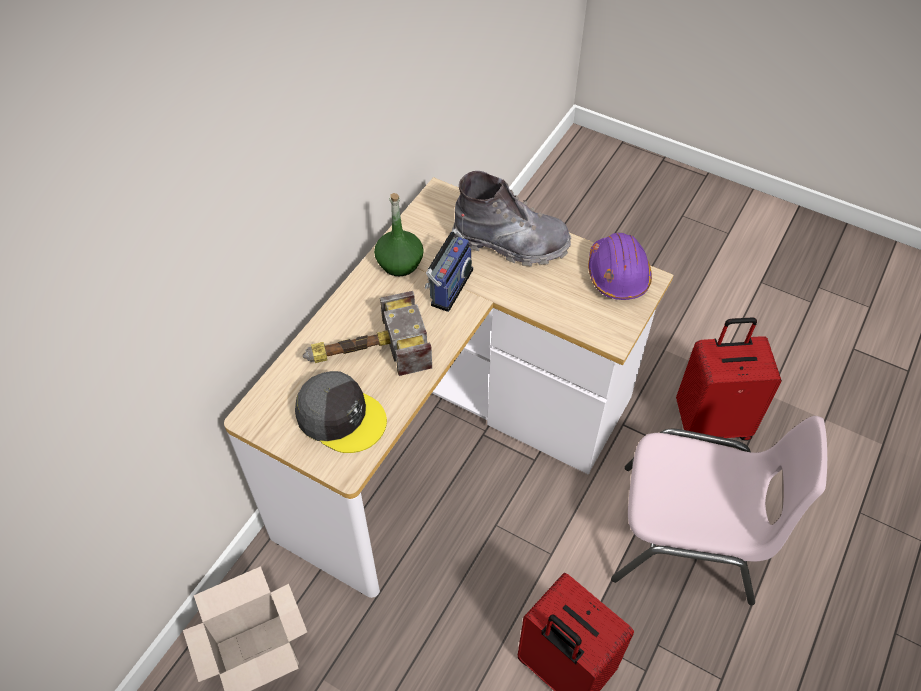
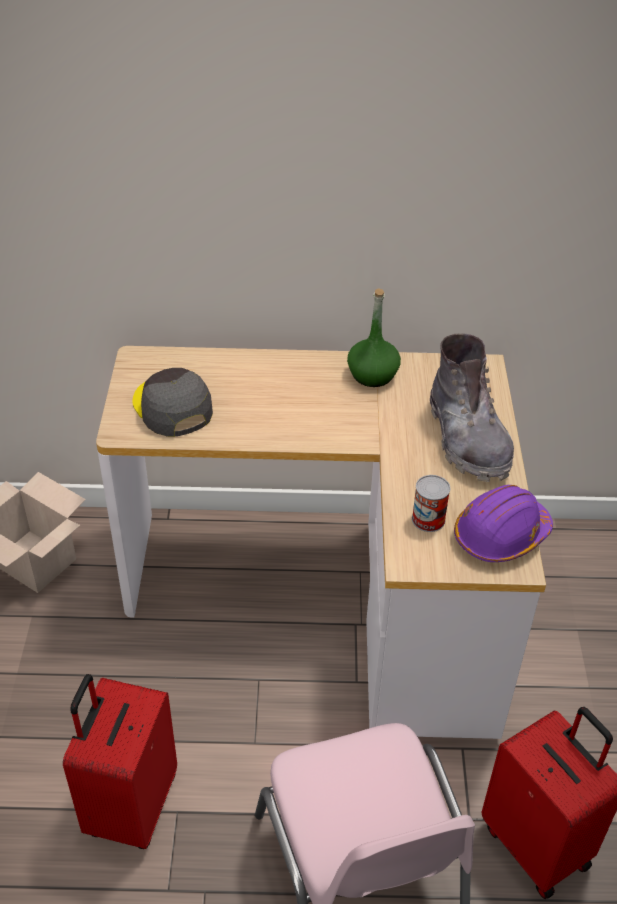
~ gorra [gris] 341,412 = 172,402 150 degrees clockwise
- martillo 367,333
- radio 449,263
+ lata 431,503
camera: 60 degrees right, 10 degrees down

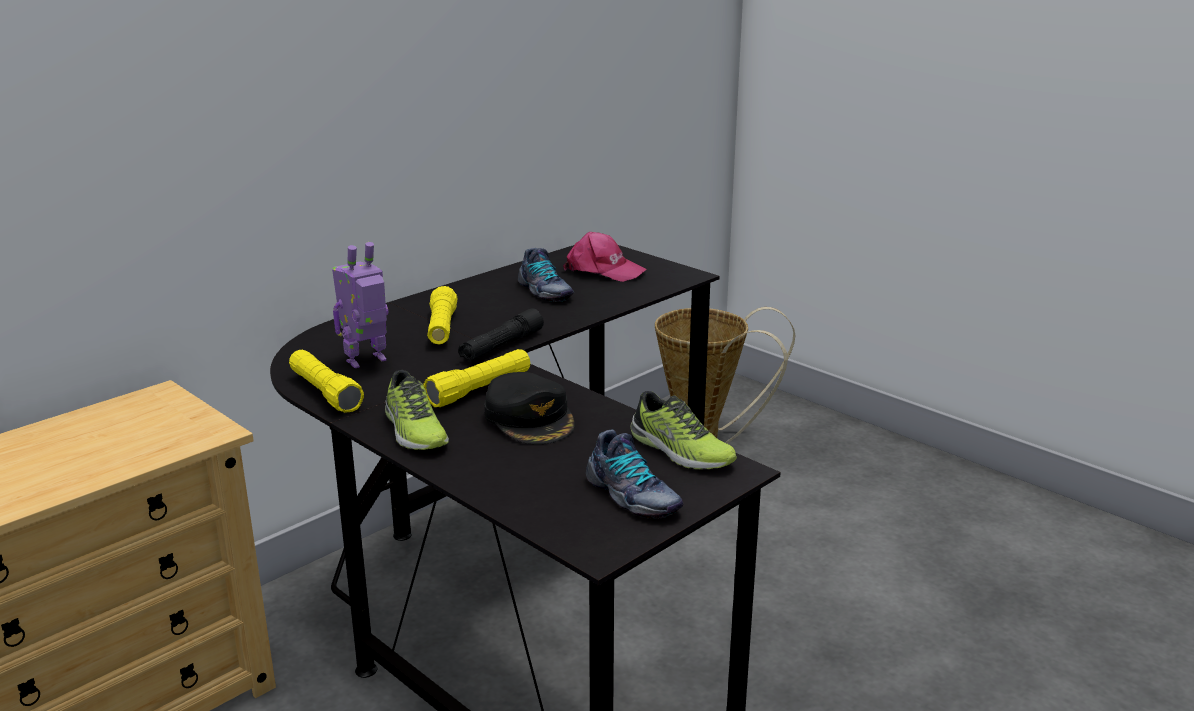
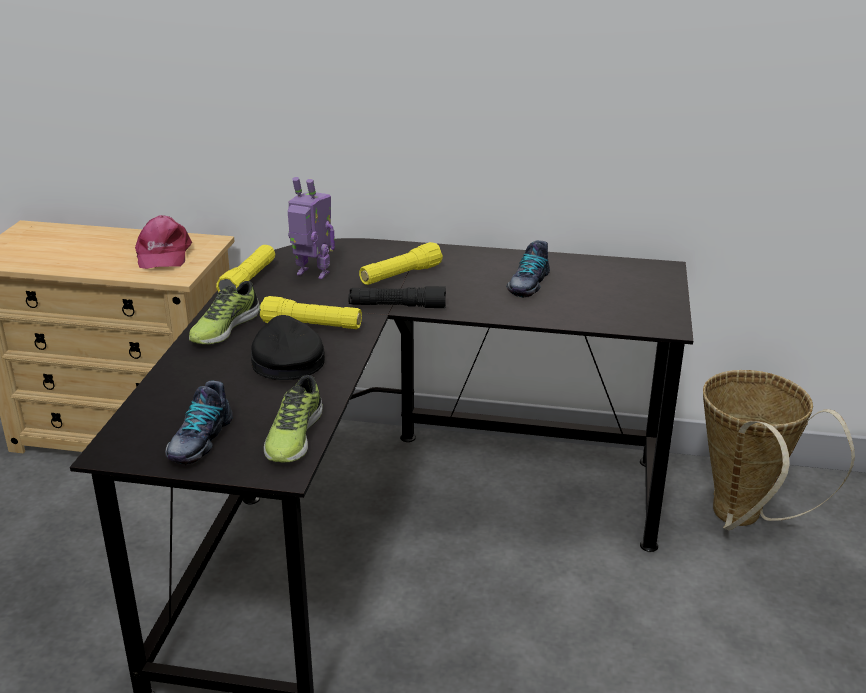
~ gorra [negro] 529,408 = 288,347 135 degrees clockwise
~ gorra [rosa] 605,257 to 163,242
camera: 55 degrees right, 5 degrees up

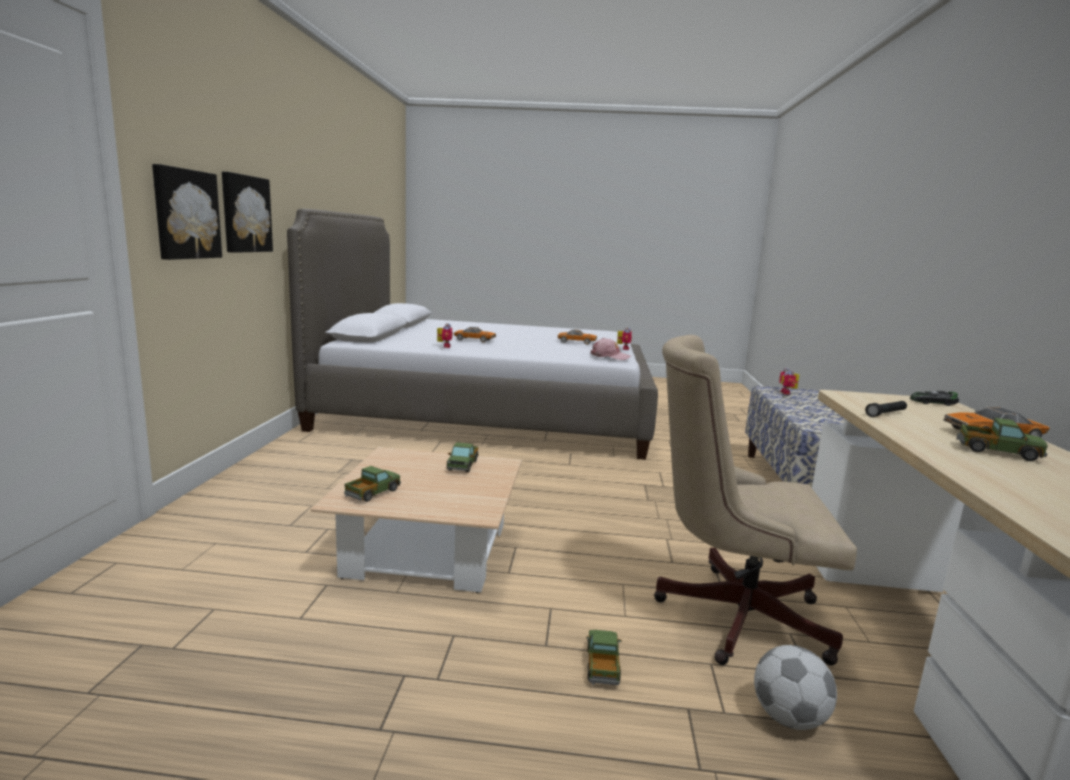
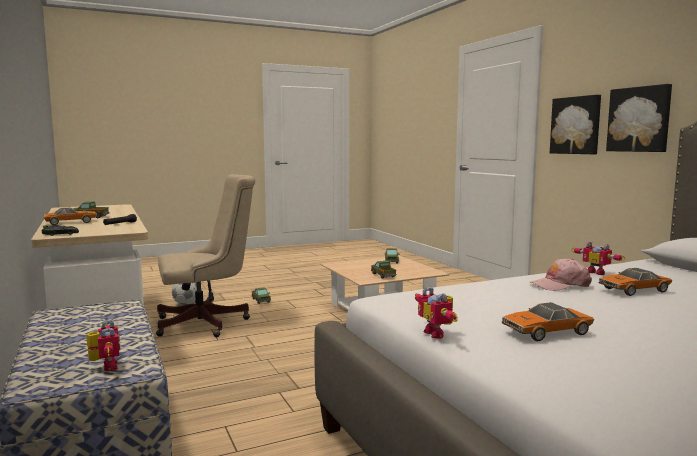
~ gorra [rosa] 611,349 to 561,274
camera: 150 degrees right, 5 degrees down

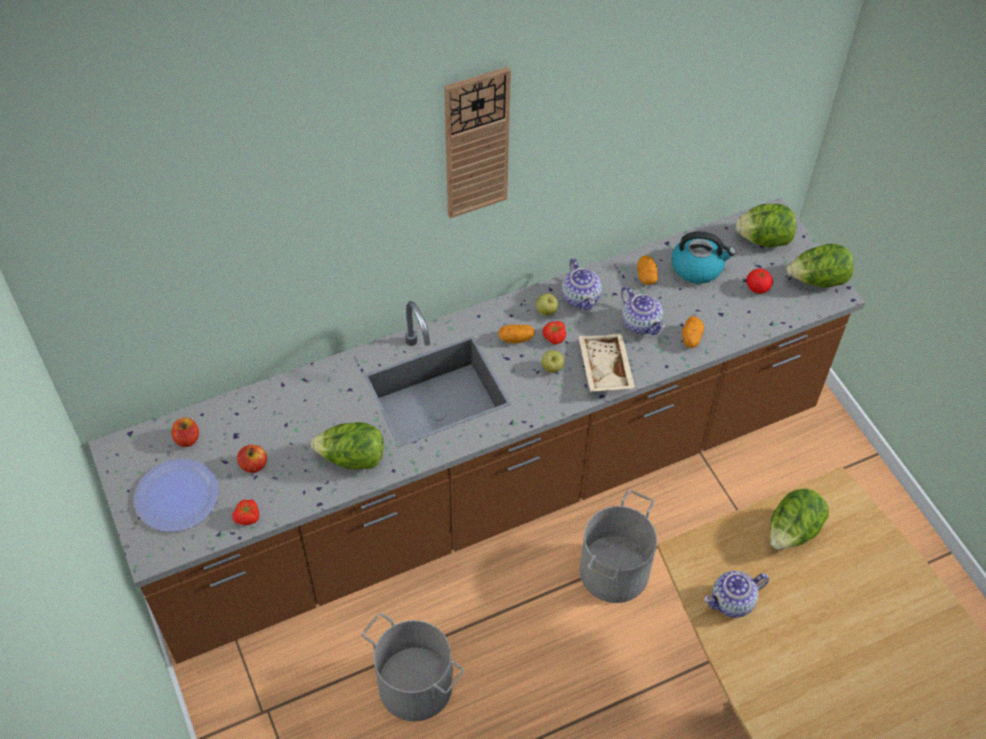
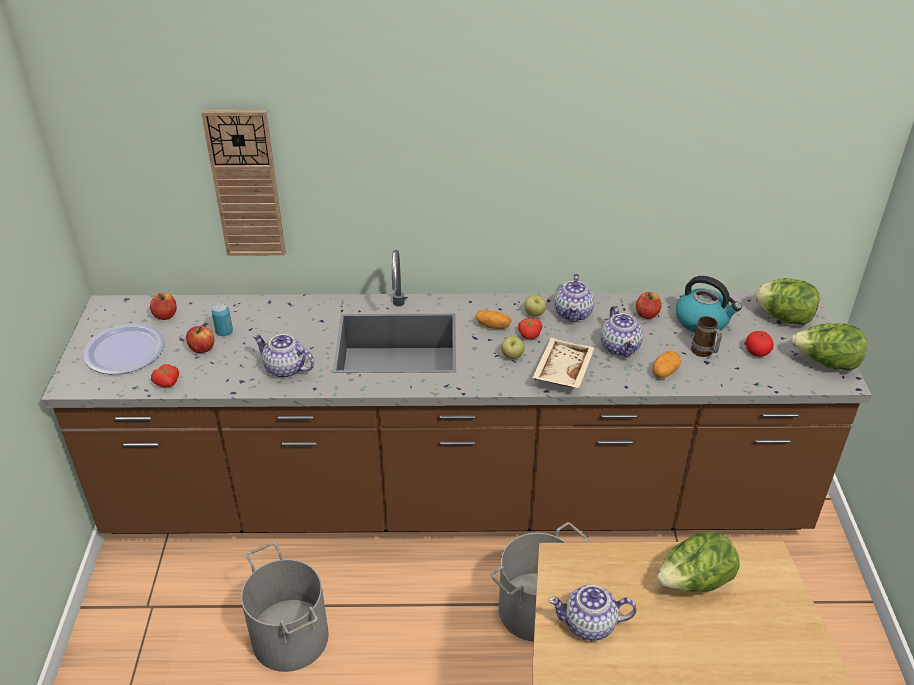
~ lechuga 347,445 to tetera 283,356
~ reloj de pared 477,142 to 243,183
~ patata 647,270 to manzana 648,305
+ lata 222,319
+ taza grande 706,336
camera: 25 degrees right, 15 degrees down

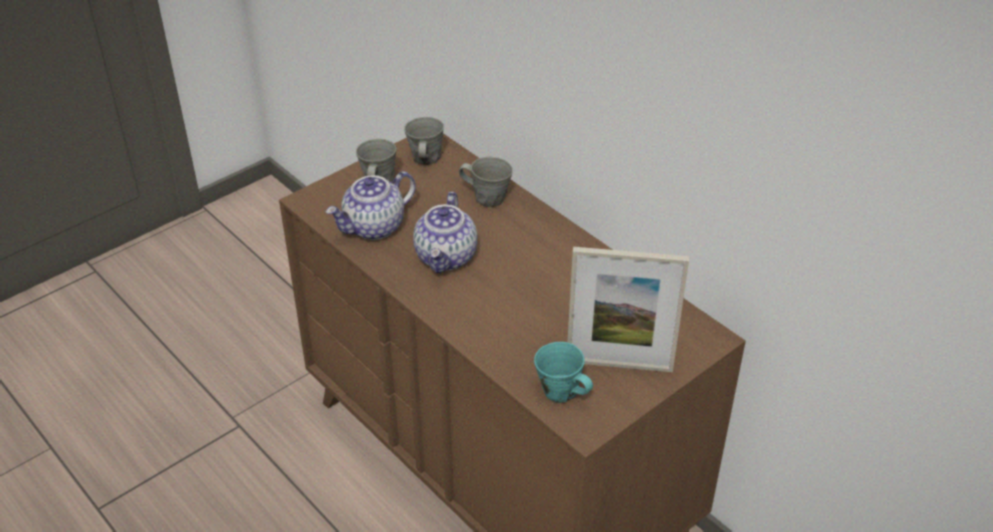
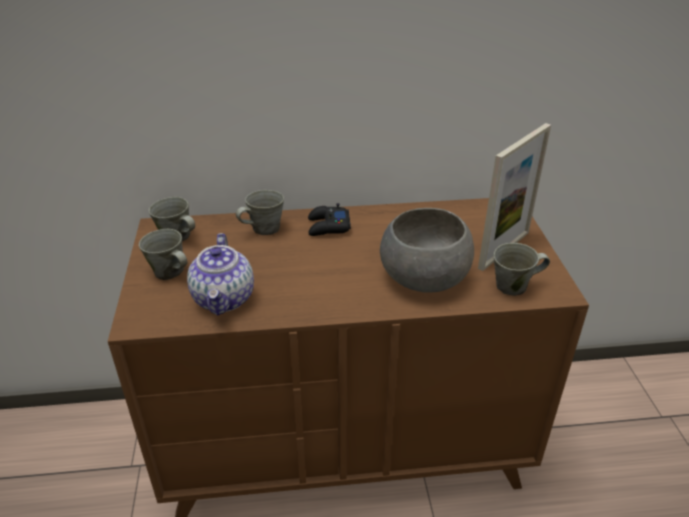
- tetera 445,232
~ taza grande [turquesa] 563,372 to taza grande [gris] 521,269
+ mando de consola [negro] 329,219
+ cuenco [gris] 427,250
camera: 55 degrees left, 5 degrees down

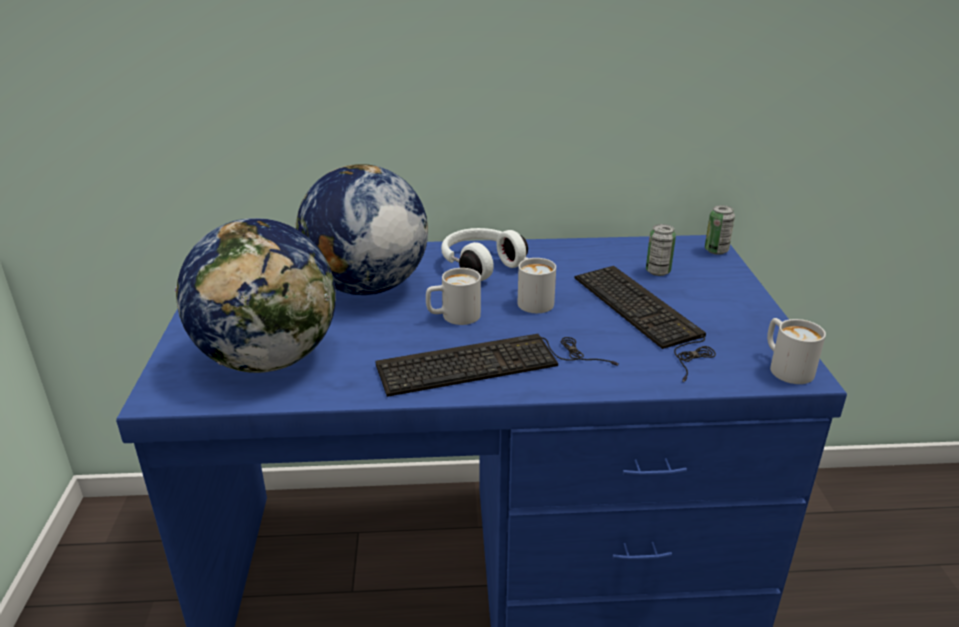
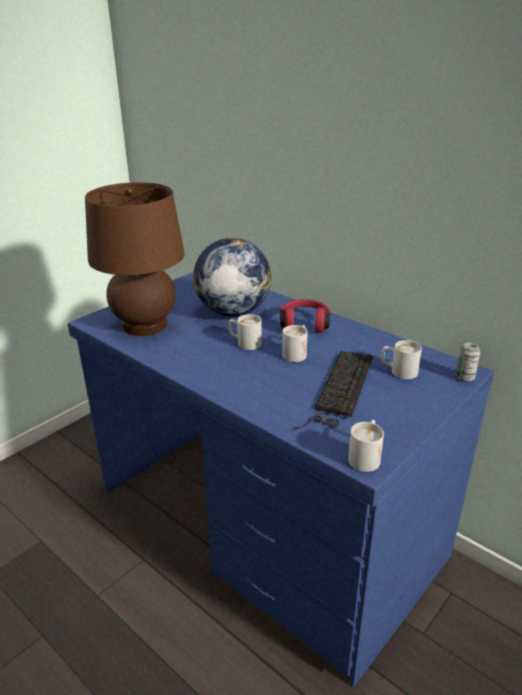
~ globo terráqueo 255,295 to lámpara de mesa [marrón] 135,259
- teclado 497,365
~ auriculares [blanco] 484,254 to auriculares [rojo] 305,316
~ lata 661,250 to taza grande [blanco] 401,359
camera: 45 degrees right, 0 degrees up

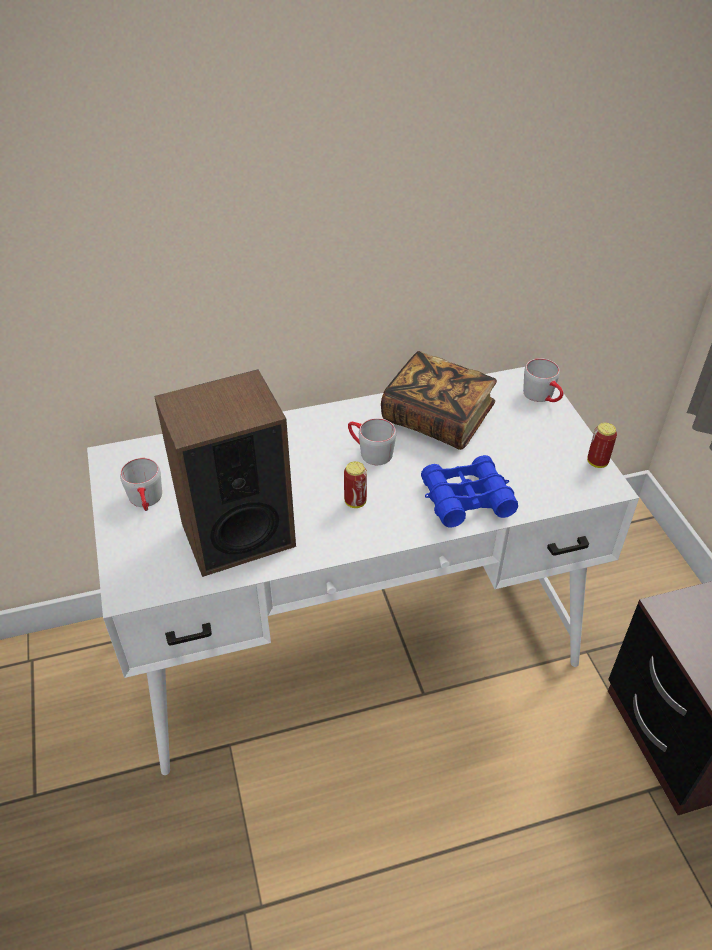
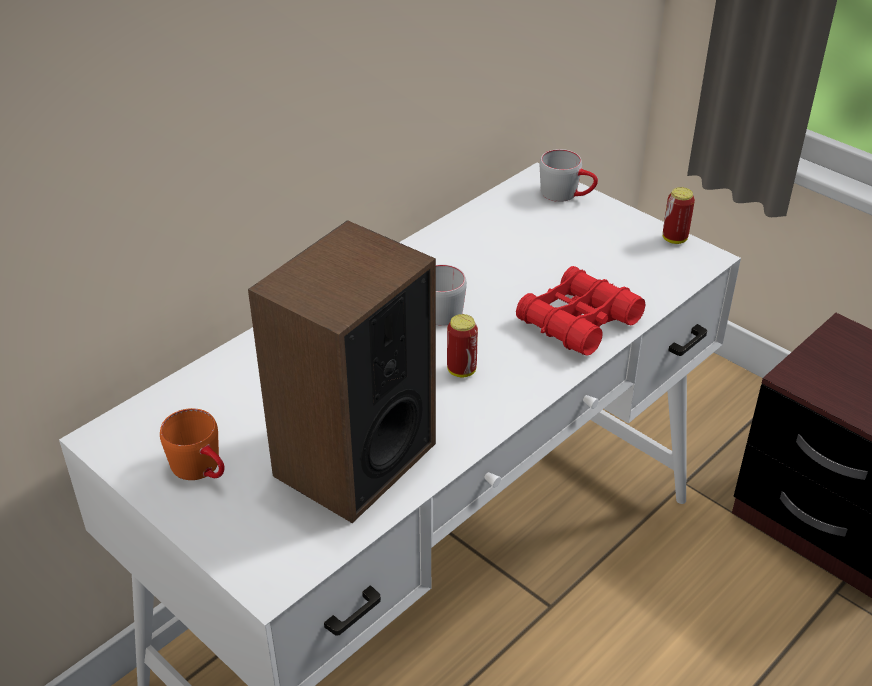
~ taza grande [gris] 141,484 to taza grande [naranja] 192,444
- libro 439,400
~ prismáticos [azul] 469,491 to prismáticos [rojo] 580,310
camera: 30 degrees left, 5 degrees down

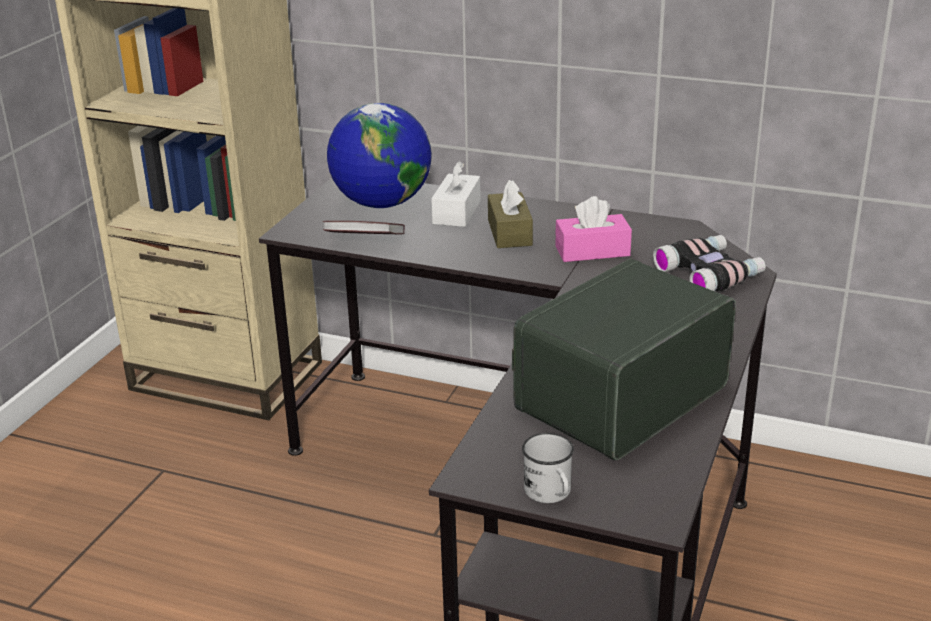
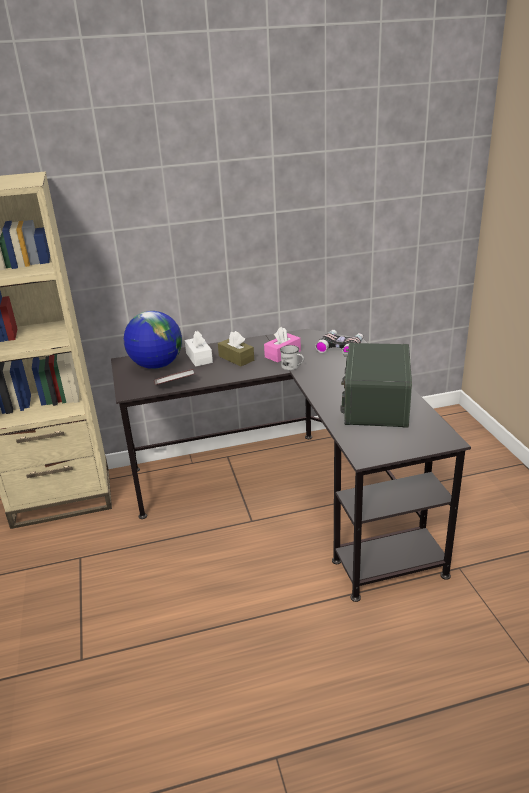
~ taza grande [blanco] 548,468 to 292,357
camera: 35 degrees left, 0 degrees up

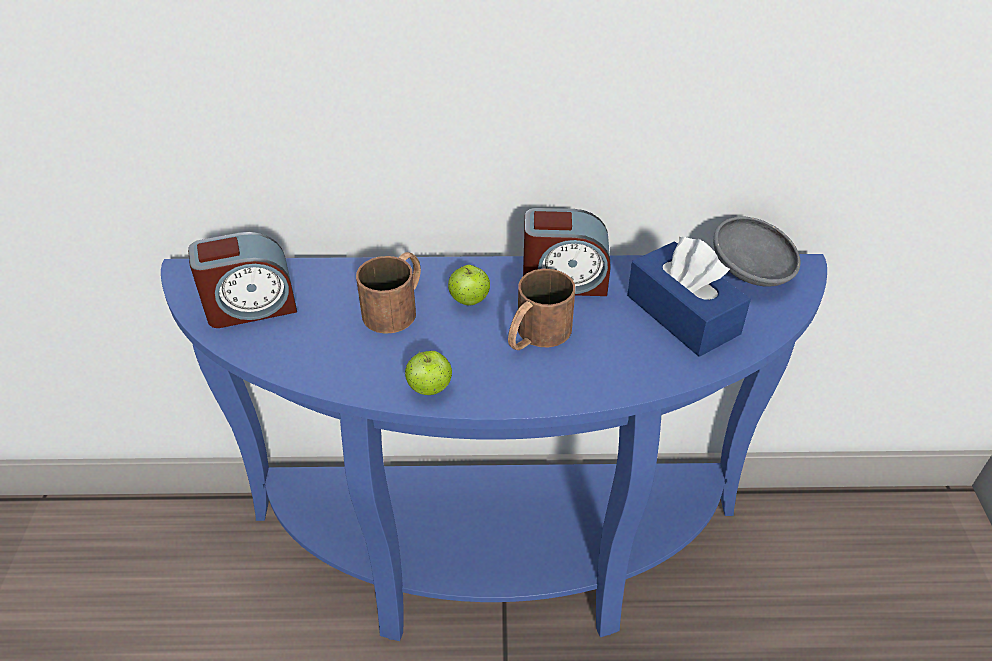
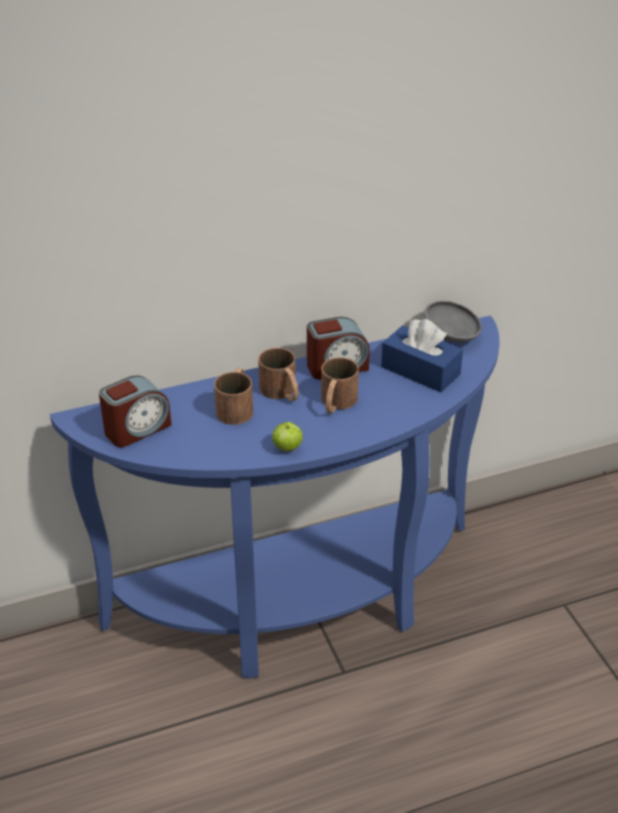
~ manzana 469,285 to taza grande [marrón] 278,374
camera: 20 degrees left, 5 degrees down

